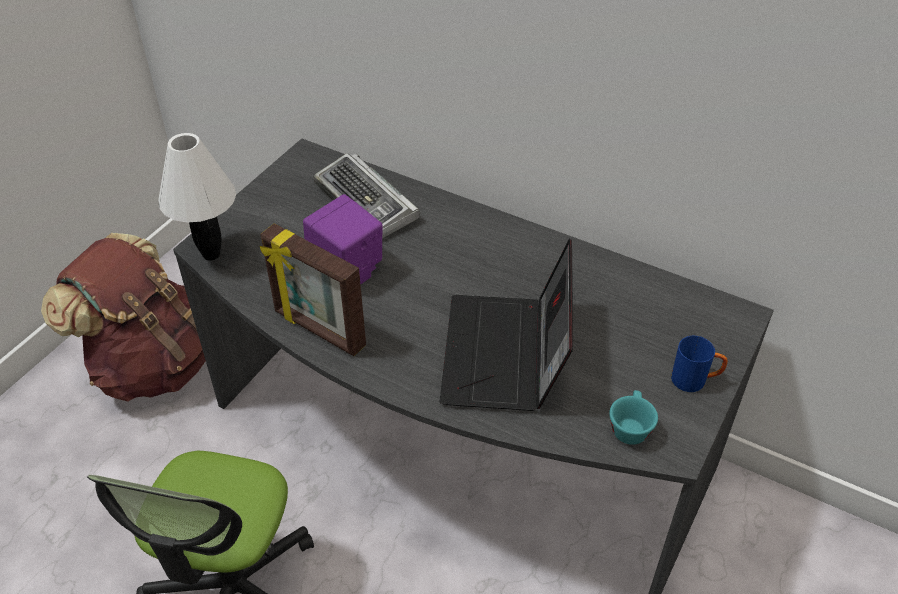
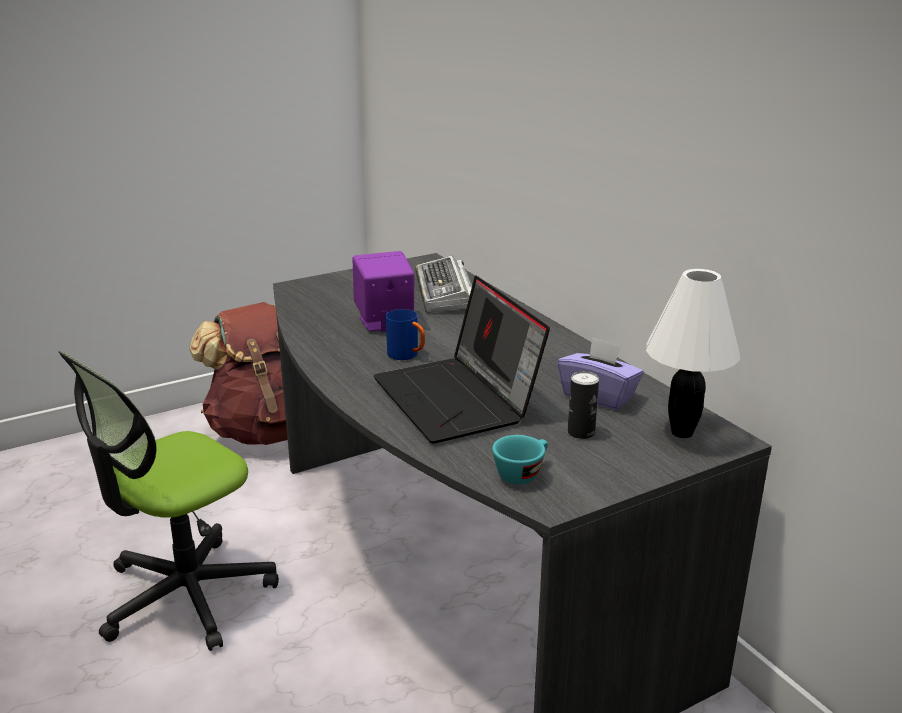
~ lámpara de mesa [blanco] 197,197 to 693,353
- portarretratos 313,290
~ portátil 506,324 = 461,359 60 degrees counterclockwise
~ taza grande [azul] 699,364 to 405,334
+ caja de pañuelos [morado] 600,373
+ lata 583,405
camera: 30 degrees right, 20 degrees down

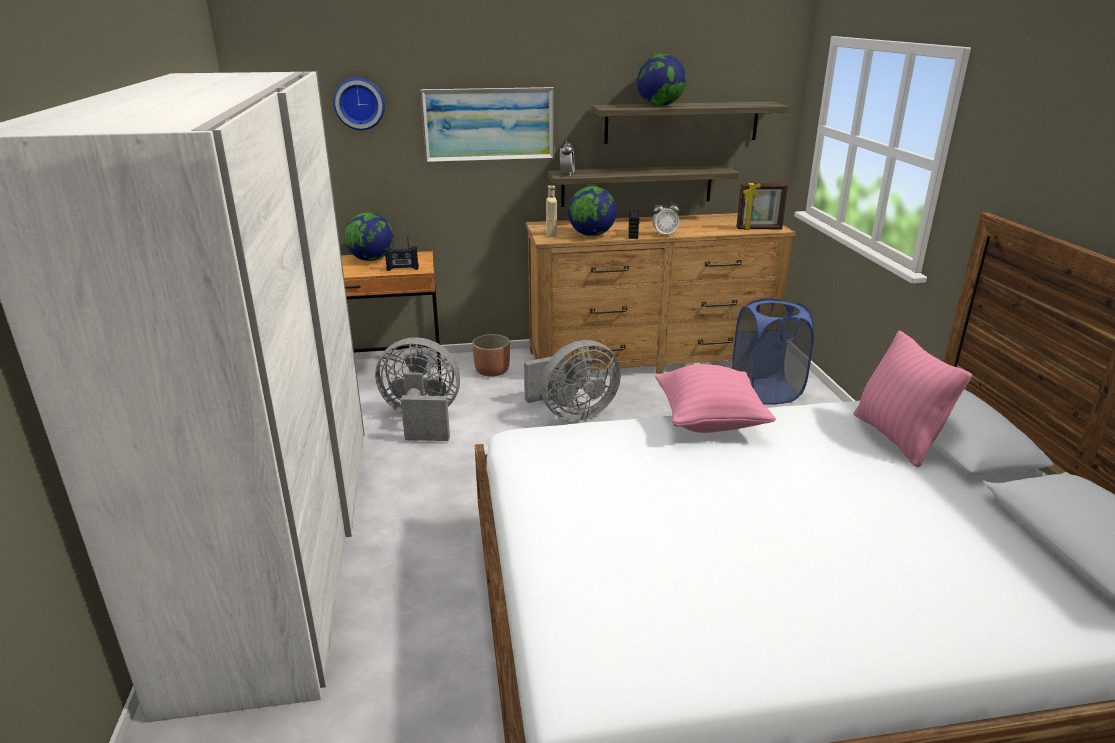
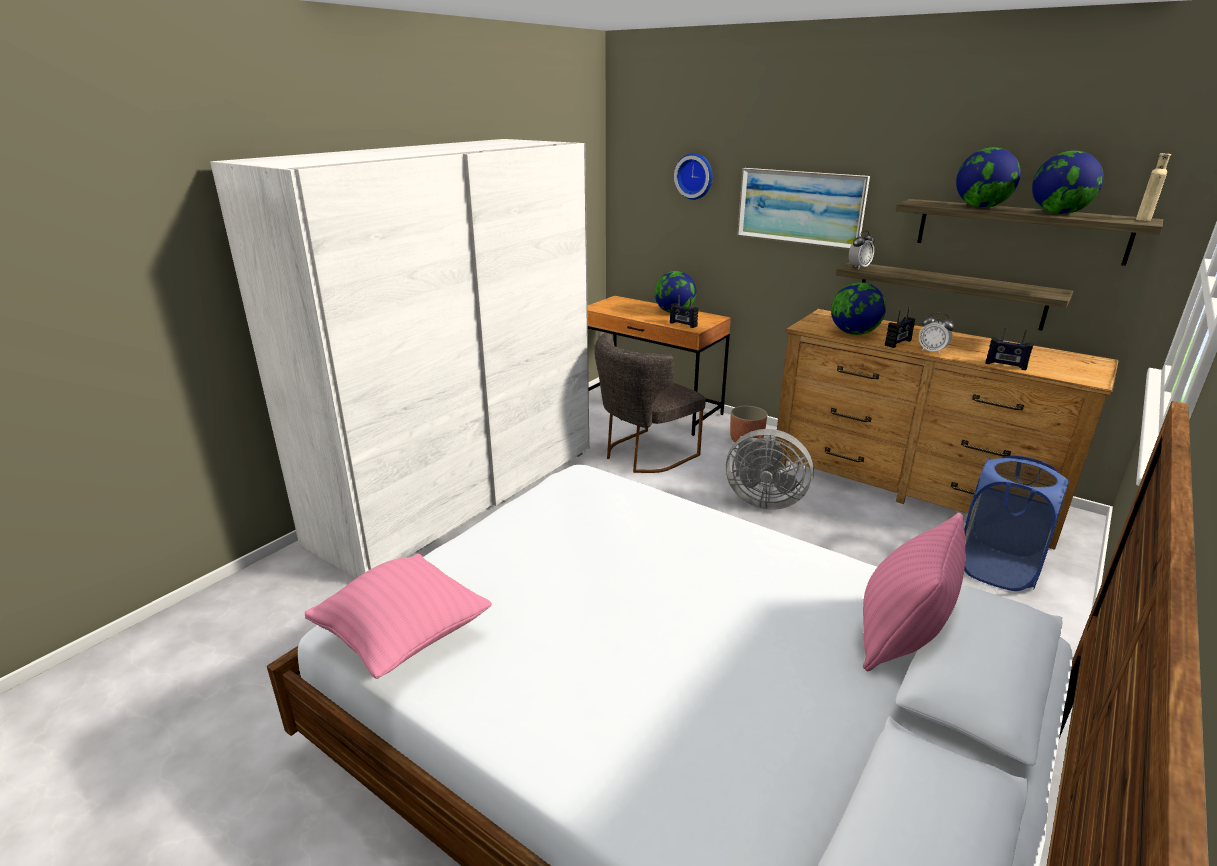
~ ventilador [gris] 417,389 to silla [gris] 650,403
~ botella [beis] 551,211 to 1153,187
~ cojín [rosa] 715,398 to 398,616
- portarretratos 762,206
+ radio 1009,348
+ globo terráqueo 1068,182
camera: 45 degrees right, 0 degrees up

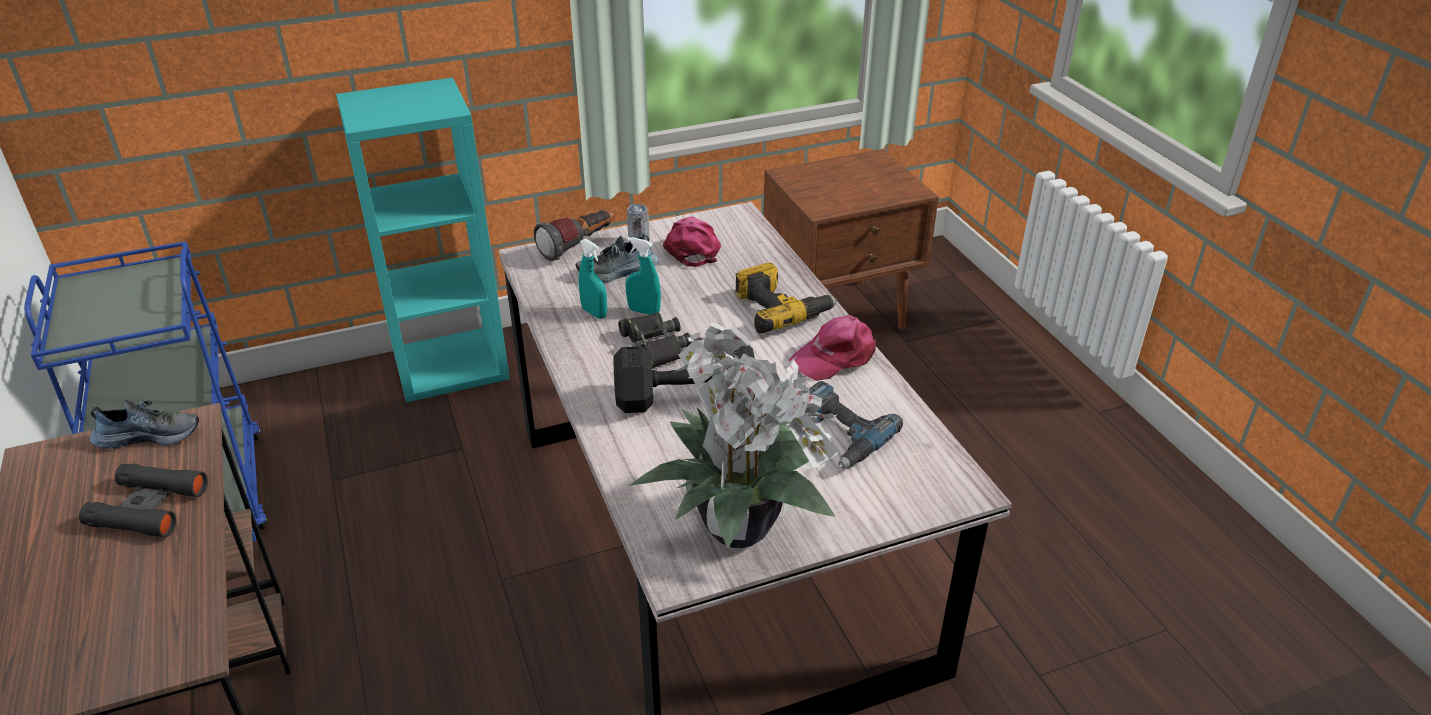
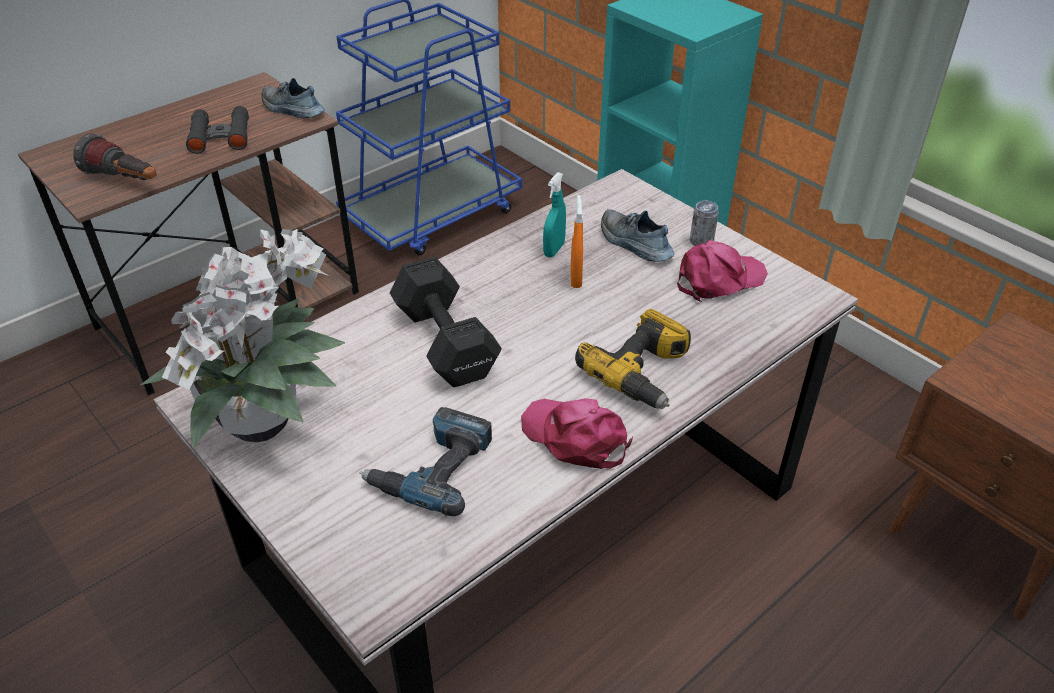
~ zapato 144,424 = 293,98 150 degrees clockwise
~ linterna 574,235 to 115,157
- prismáticos [negro] 655,340
~ pulverizador [turquesa] 643,276 to pulverizador [naranja] 577,241
camera: 70 degrees right, 5 degrees up

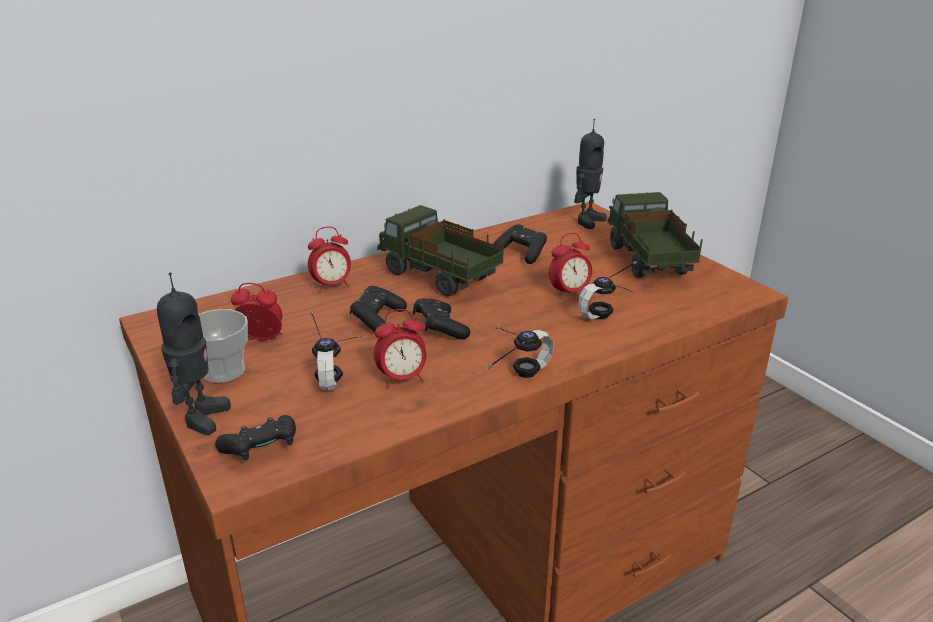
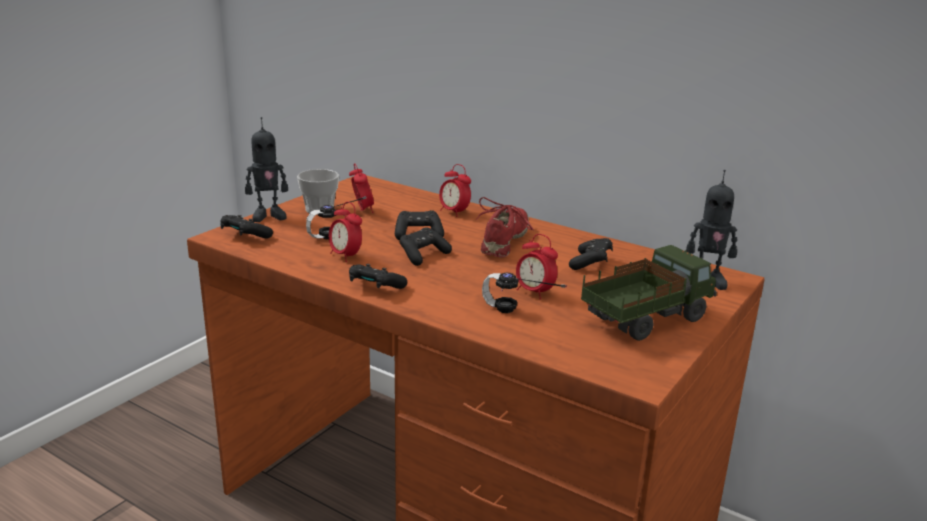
~ camión de juguete 440,250 to zapato [rojo] 505,227
~ auriculares 520,352 to mando de consola [negro] 378,276
camera: 65 degrees right, 5 degrees down

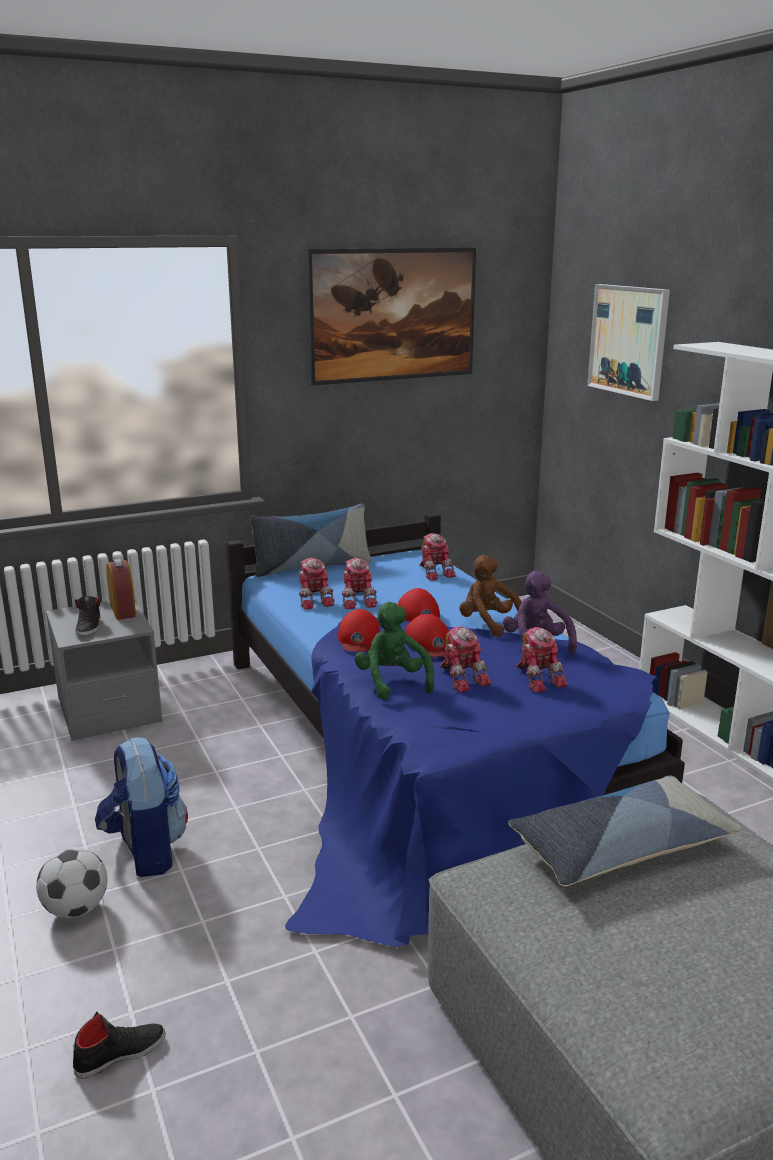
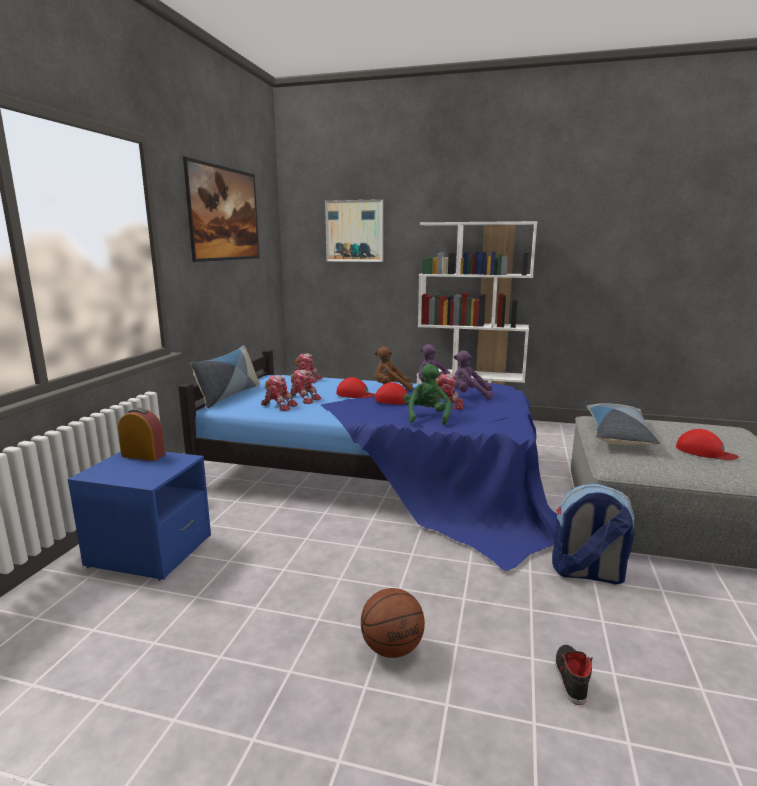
~ balón de fútbol 72,882 to balón de baloncesto 393,623
~ mesita de noche [gris] 104,669 to mesita de noche [azul] 139,516
- zapato [negro] 88,616
~ mochila 141,807 to 593,534
~ gorra [rojo] 359,630 to 707,444
~ peluche [verde] 394,651 = 427,394 75 degrees clockwise
~ robot de juguete 542,660 to peluche [morado] 473,375
camera: 50 degrees left, 5 degrees down

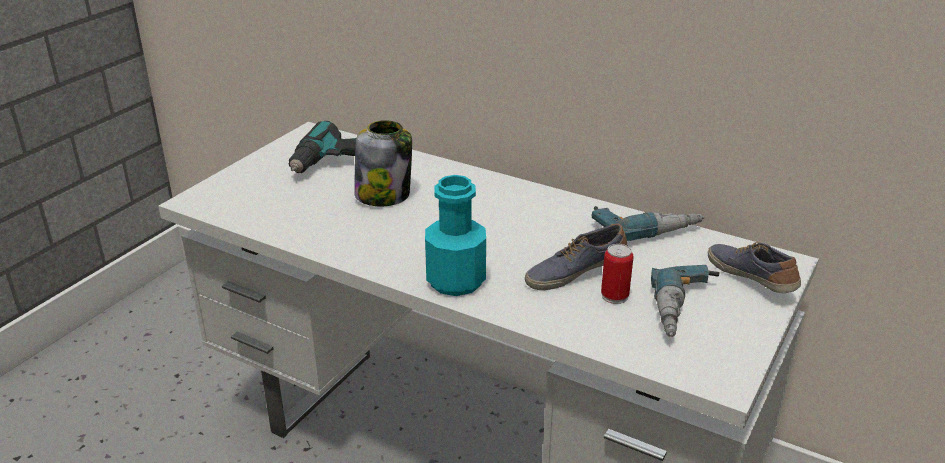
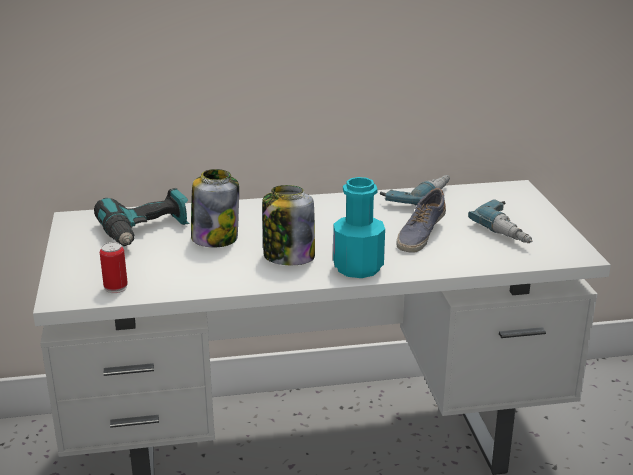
~ lata 617,274 to 114,267
- zapato 754,267
+ tarro 288,225
camera: 40 degrees left, 5 degrees down

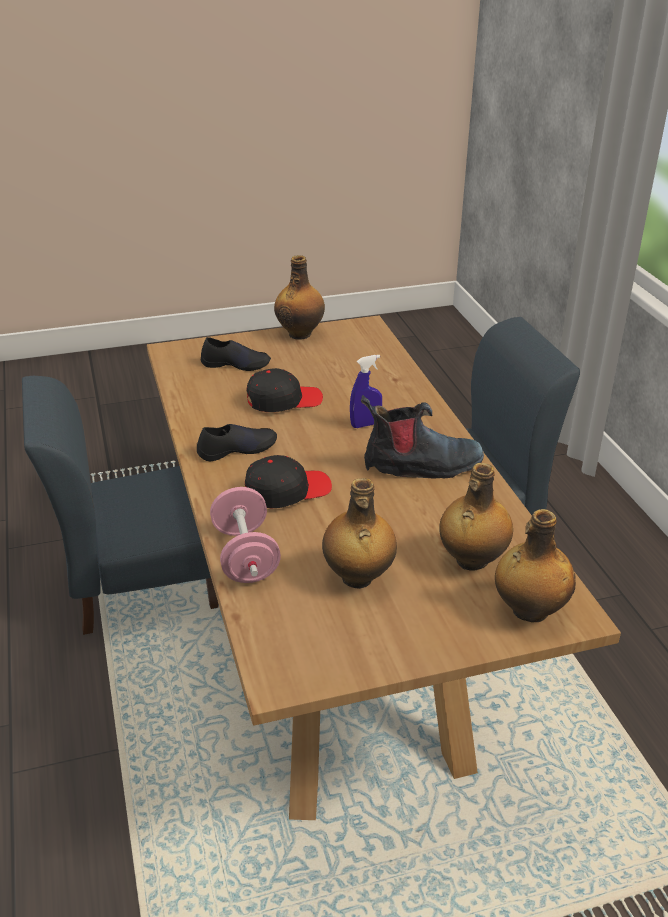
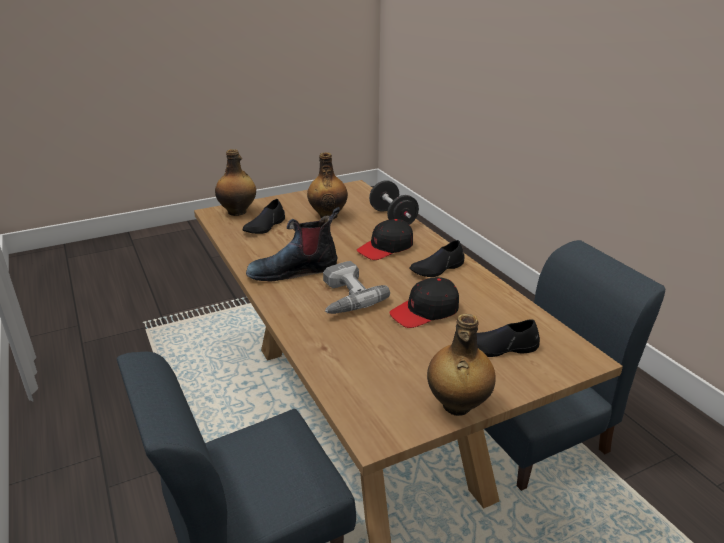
~ mancuerna [rosa] 245,535 to mancuerna [negro] 394,202
~ pulverizador [azul] 366,391 to taladro 356,287
~ botella 476,517 to zapato [negro] 263,216
camera: 170 degrees right, 5 degrees down

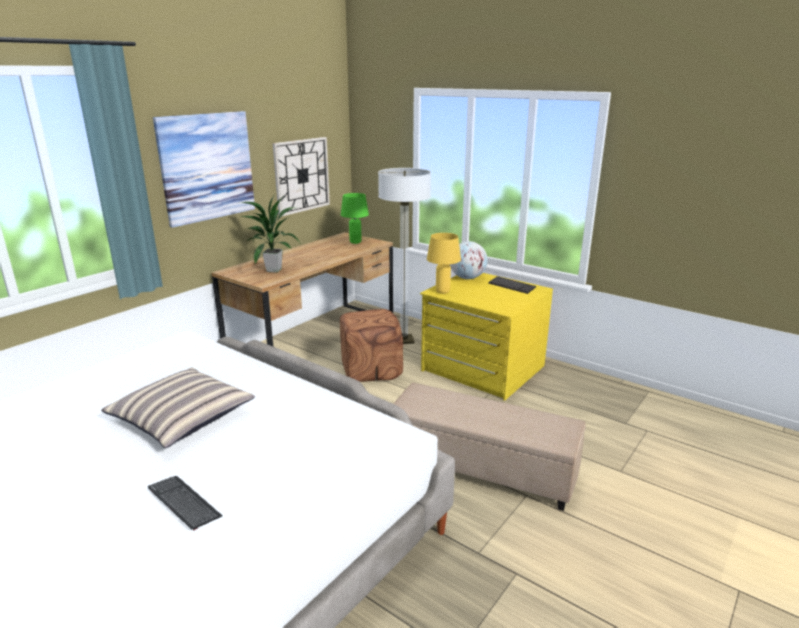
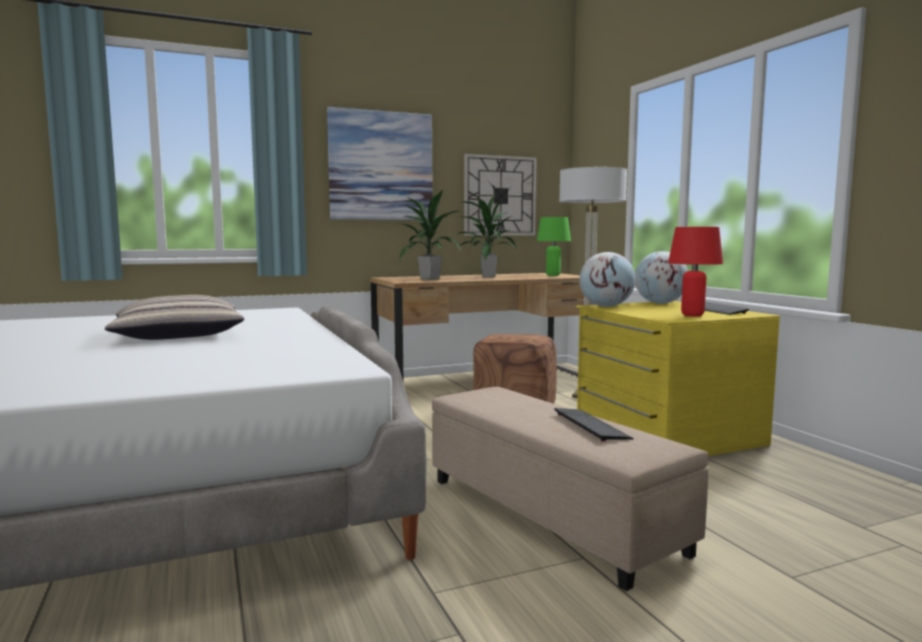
~ teclado 185,503 to 594,425
~ lámpara de mesa [amarillo] 444,263 to globo terráqueo 607,279
+ planta en maceta 487,235
+ lámpara de mesa [rojo] 695,272
camera: 30 degrees right, 15 degrees down

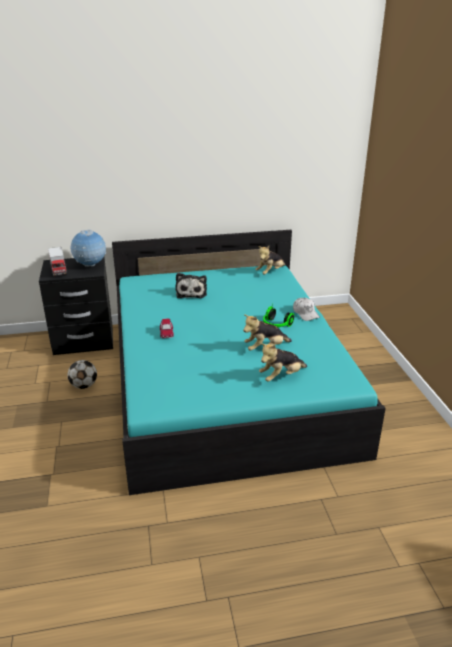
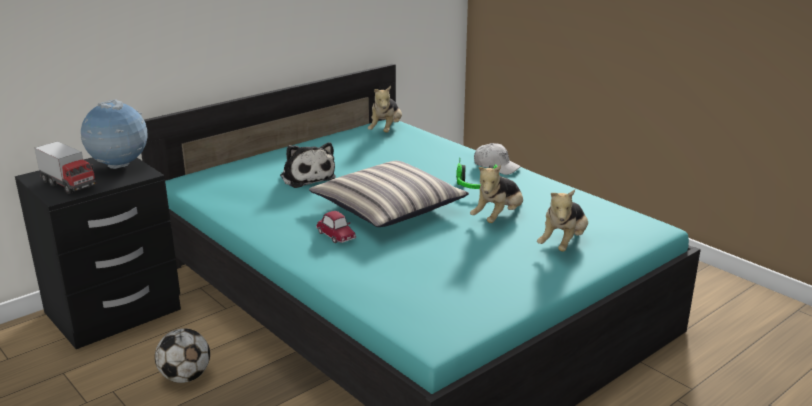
+ cojín 389,194
camera: 30 degrees left, 5 degrees down

